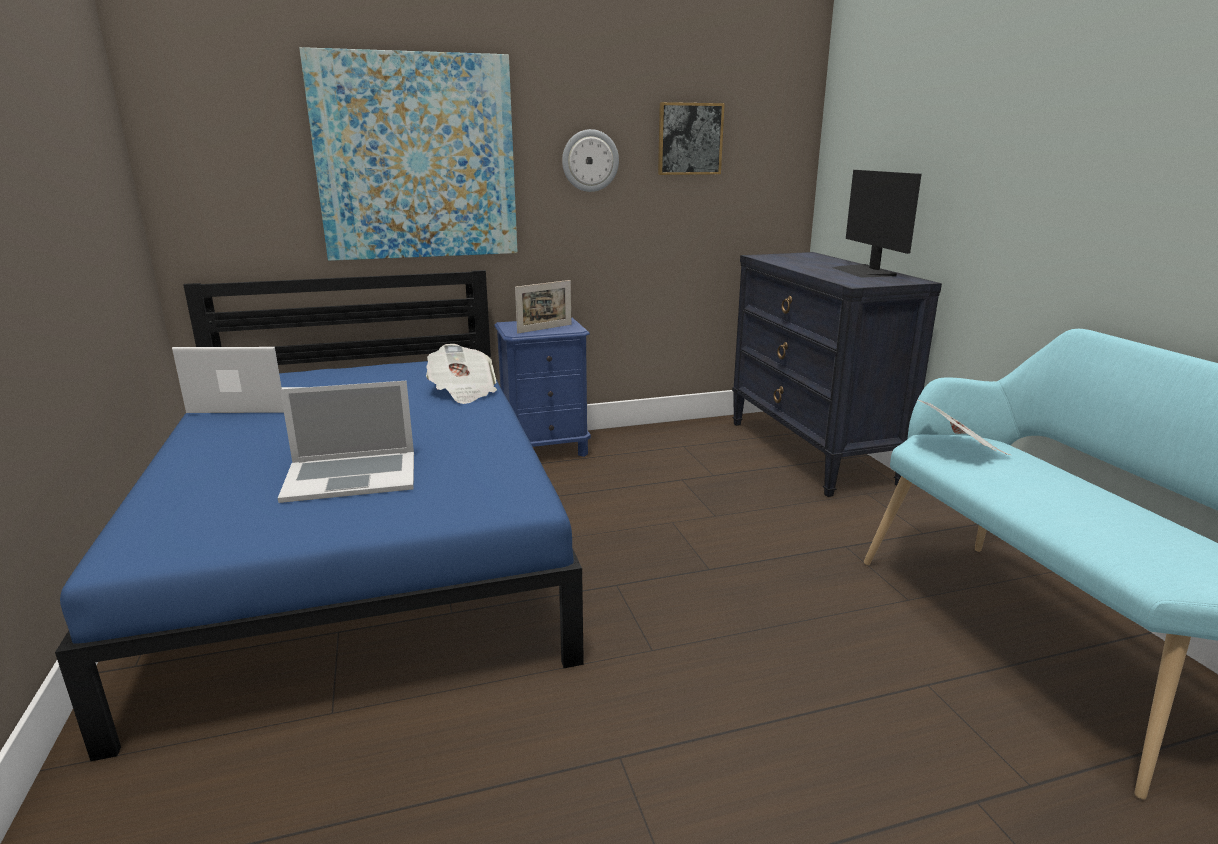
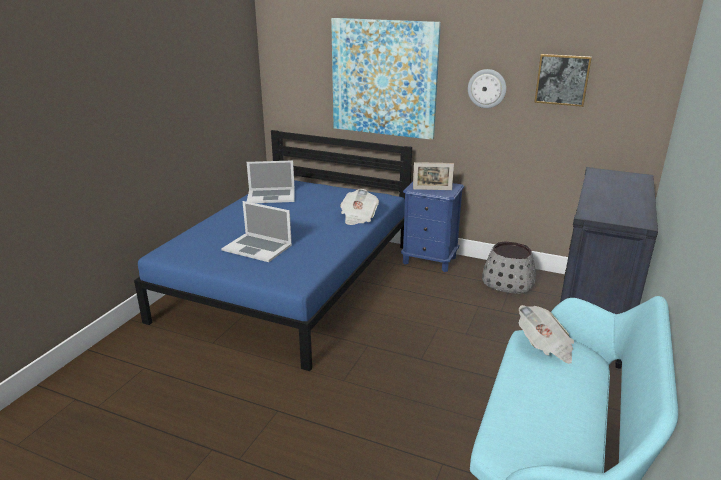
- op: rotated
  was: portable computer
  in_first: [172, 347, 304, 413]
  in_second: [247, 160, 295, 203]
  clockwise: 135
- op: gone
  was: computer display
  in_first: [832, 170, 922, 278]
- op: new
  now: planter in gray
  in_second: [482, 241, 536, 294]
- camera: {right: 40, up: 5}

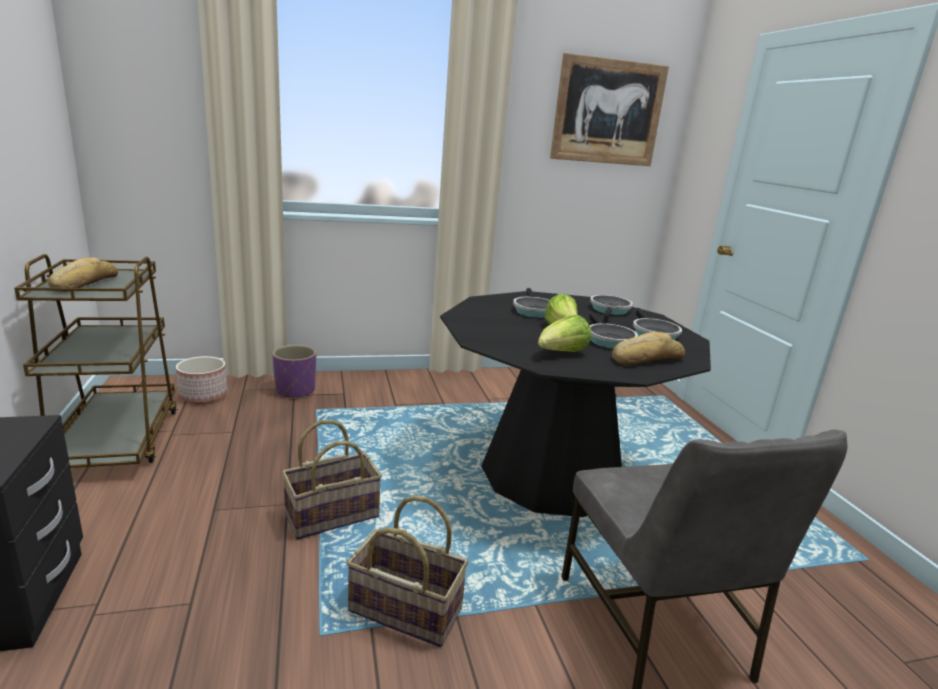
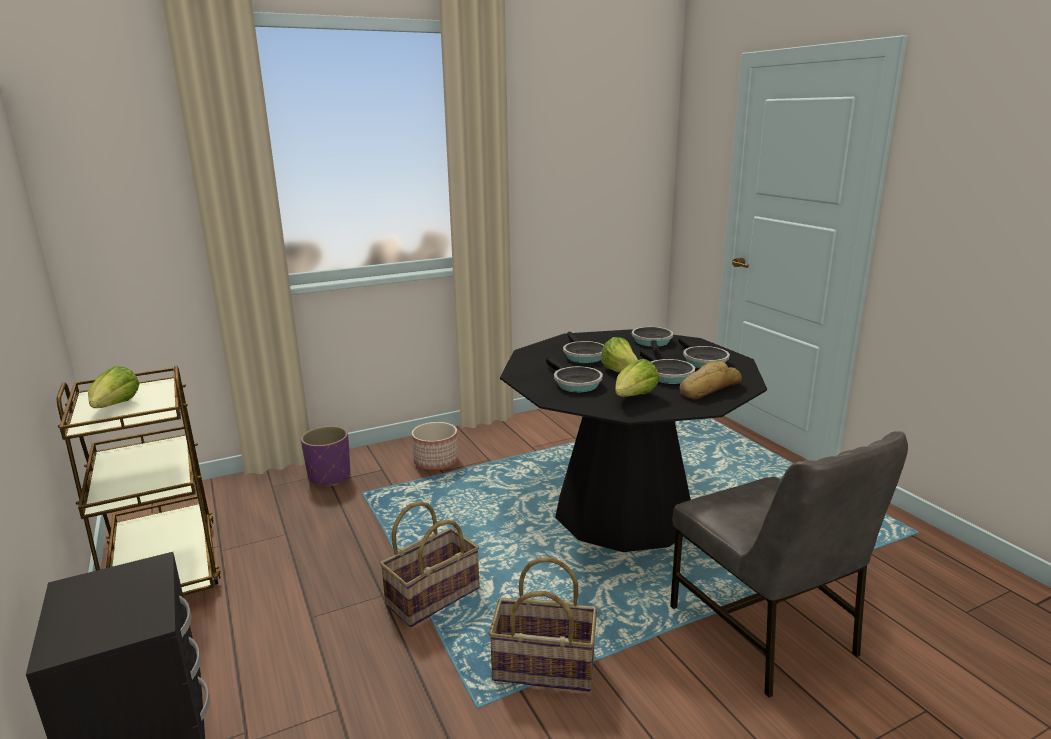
- op: swapped
  was: bread
  now: lettuce
  in_first: [48, 257, 118, 292]
  in_second: [88, 366, 140, 408]
- op: shifted
  was: planter
  in_first: [176, 356, 227, 404]
  in_second: [412, 422, 458, 471]
- op: gone
  was: wall art
  in_first: [550, 53, 669, 166]
- op: new
  now: frying pan
  in_second: [546, 357, 603, 392]
- camera: {right: -10, up: 0}

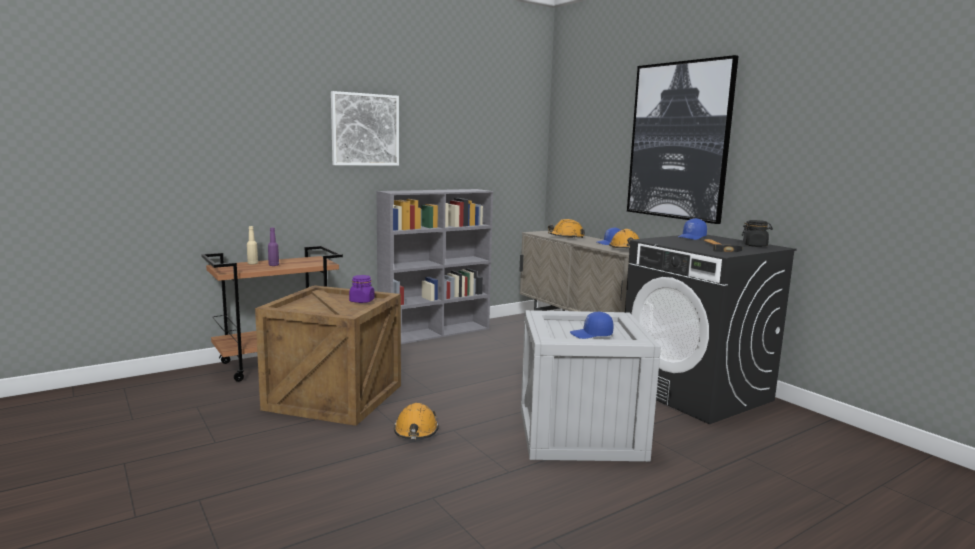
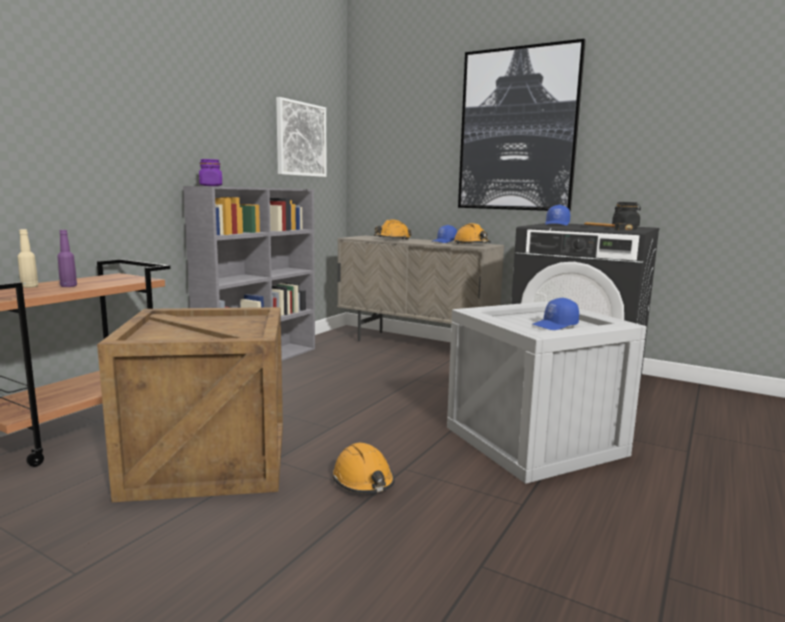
- op: shifted
  was: wall art
  in_first: [331, 91, 399, 166]
  in_second: [276, 97, 326, 177]
- op: shifted
  was: jar in purplish
  in_first: [349, 275, 375, 303]
  in_second: [199, 159, 222, 186]
- camera: {right: -25, up: 0}

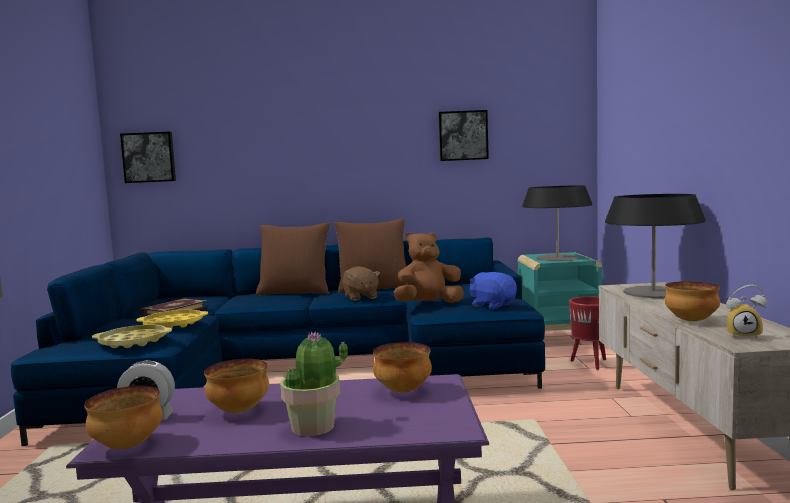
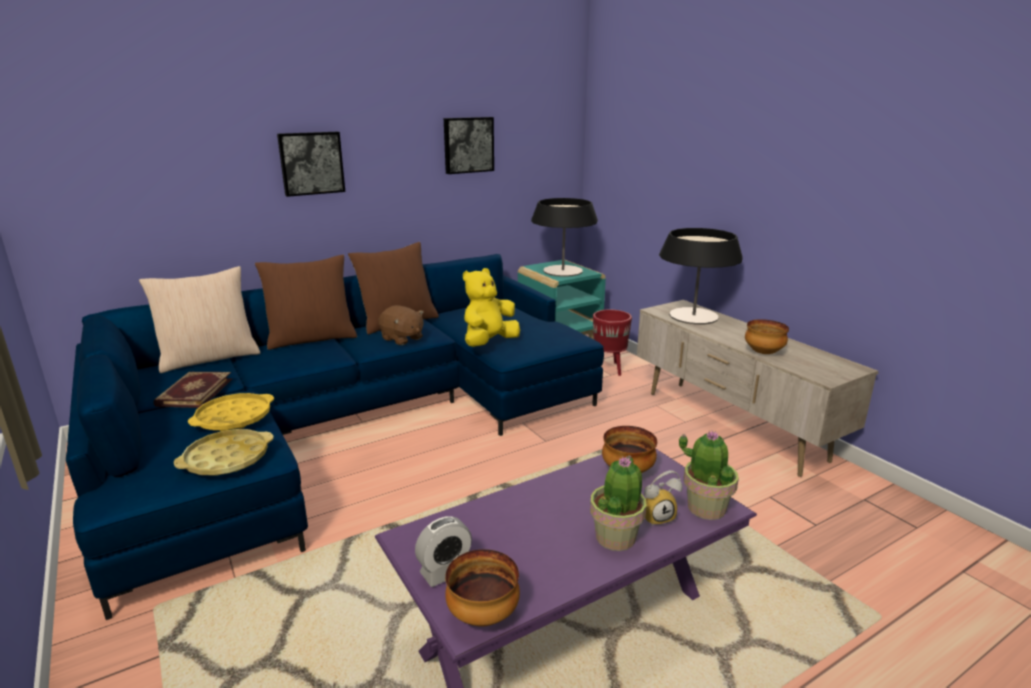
- op: shifted
  was: wall art
  in_first: [120, 132, 176, 183]
  in_second: [277, 132, 345, 197]
- op: gone
  was: deep dish
  in_first: [204, 359, 269, 413]
- op: repainted
  was: soft toy in brown
  now: soft toy in yellow-coloured
  in_first: [394, 232, 464, 303]
  in_second: [463, 268, 520, 347]
- op: gone
  was: soft toy in bluish
  in_first: [469, 272, 517, 309]
- op: shifted
  was: table clock
  in_first: [726, 285, 767, 339]
  in_second: [644, 470, 683, 527]
- op: new
  now: cushion in beige
  in_second: [139, 266, 260, 373]
- op: new
  now: houseplant
  in_second: [679, 431, 739, 520]
- camera: {right: -30, up: 15}

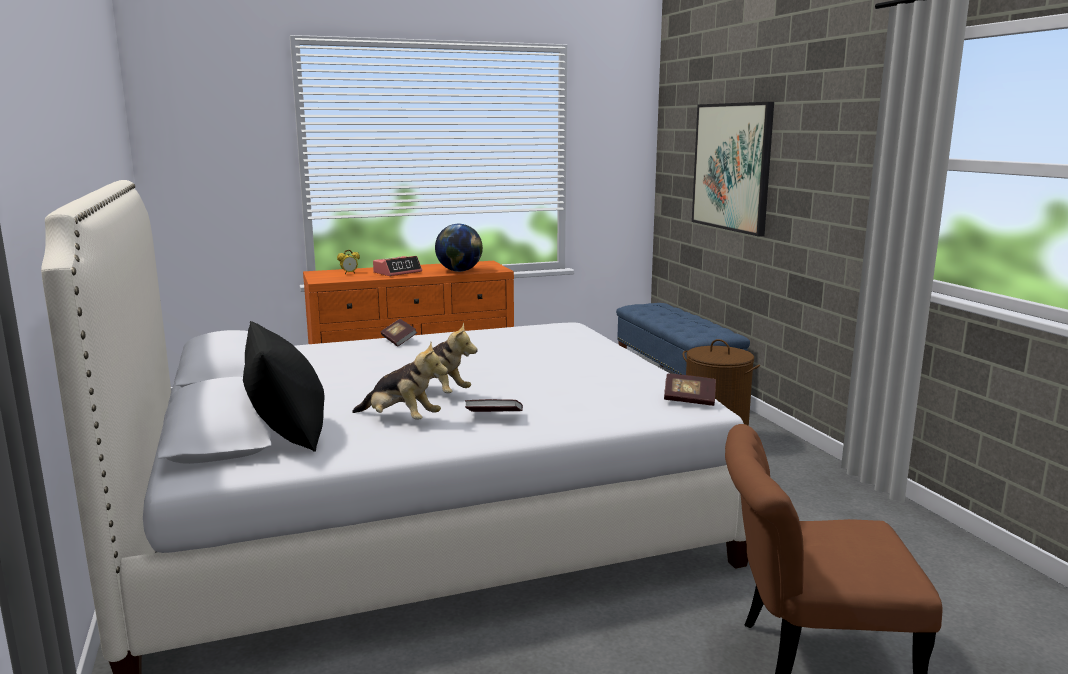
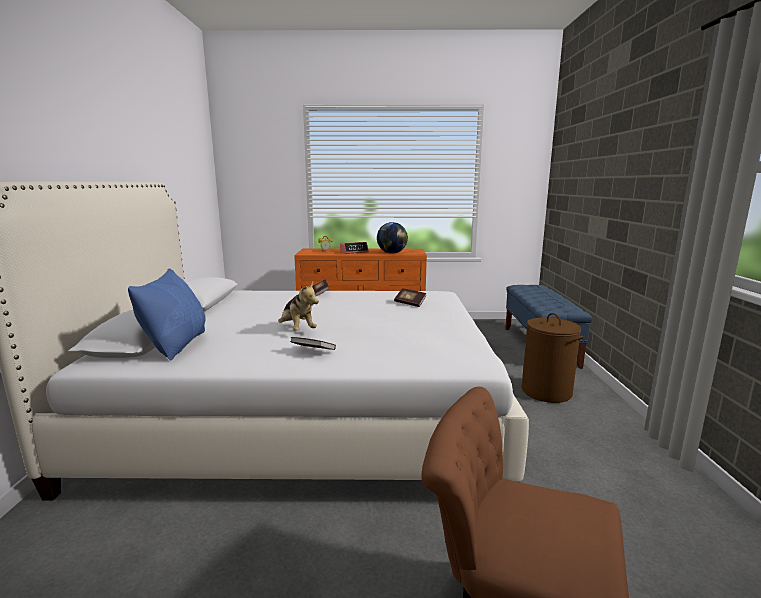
- op: repainted
  was: cushion in black
  now: cushion in bluish
  in_first: [243, 321, 325, 452]
  in_second: [128, 268, 206, 360]
- op: gone
  was: soft toy
  in_first: [352, 342, 448, 420]
- op: shifted
  was: volume
  in_first: [664, 373, 716, 406]
  in_second: [394, 288, 426, 307]
- op: gone
  was: wall art
  in_first: [692, 102, 774, 236]
- camera: {right: 20, up: 0}

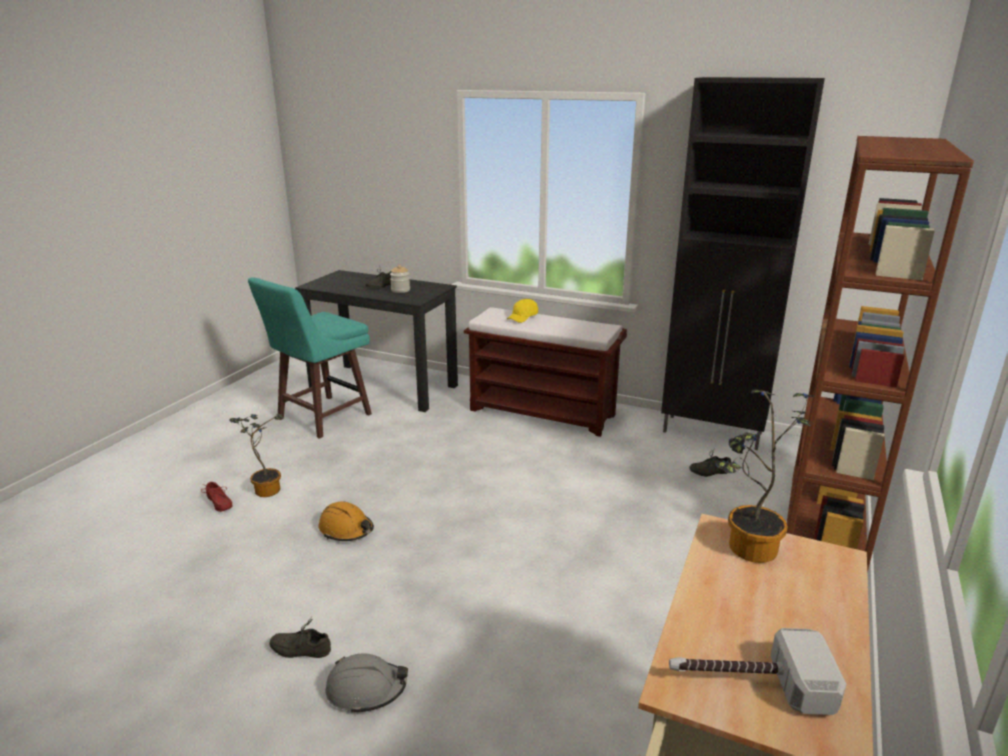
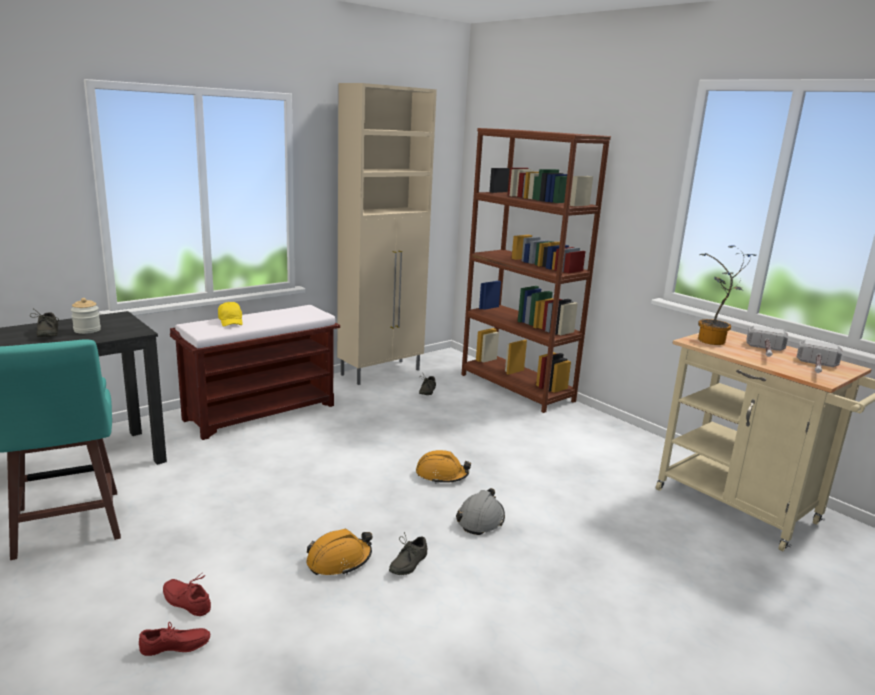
- op: swapped
  was: houseplant
  now: low shoe in reddish
  in_first: [229, 414, 283, 497]
  in_second: [163, 573, 211, 616]
- op: shifted
  was: low shoe in gray
  in_first: [270, 617, 331, 658]
  in_second: [389, 532, 427, 575]
- op: shifted
  was: work helmet in gray
  in_first: [326, 653, 408, 714]
  in_second: [456, 488, 505, 535]
- op: repainted
  was: storage cabinet in black
  now: storage cabinet in beige
  in_first: [661, 77, 825, 450]
  in_second: [337, 83, 437, 385]
- op: new
  now: work helmet in orange-coloured
  in_second: [416, 450, 471, 484]
- op: new
  now: hammer
  in_second: [746, 325, 788, 357]
- camera: {right: -65, up: -5}

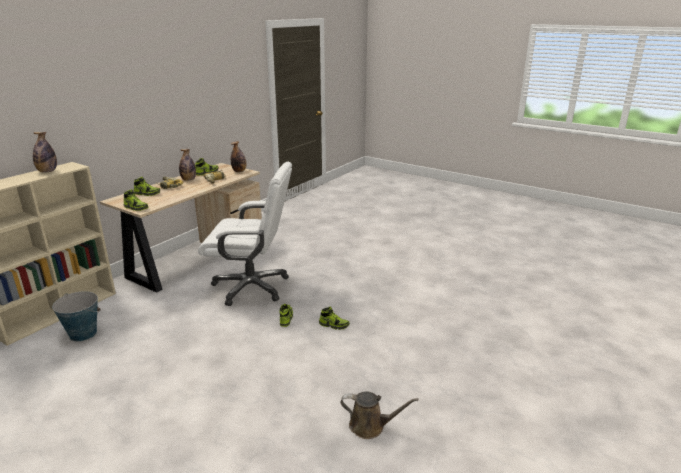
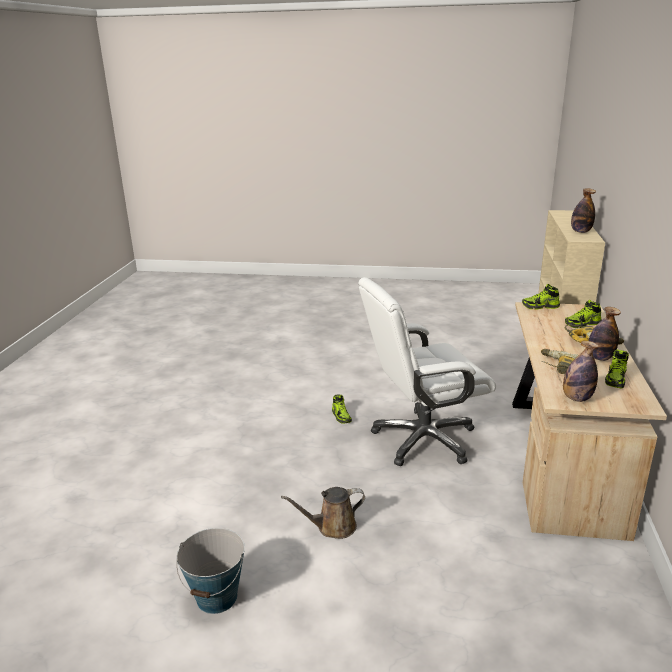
- op: shifted
  was: bucket
  in_first: [52, 291, 101, 342]
  in_second: [176, 528, 245, 614]
- op: gone
  was: low shoe
  in_first: [319, 307, 350, 330]
- op: shifted
  was: sprinkling can in brown
  in_first: [340, 391, 419, 439]
  in_second: [281, 487, 365, 539]
- camera: {right: 155, up: 0}

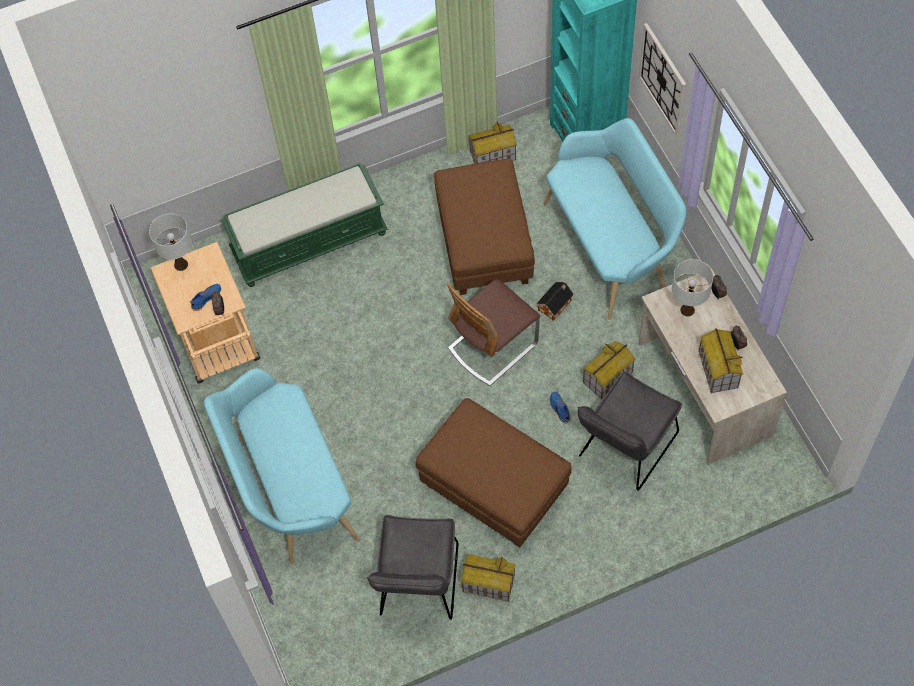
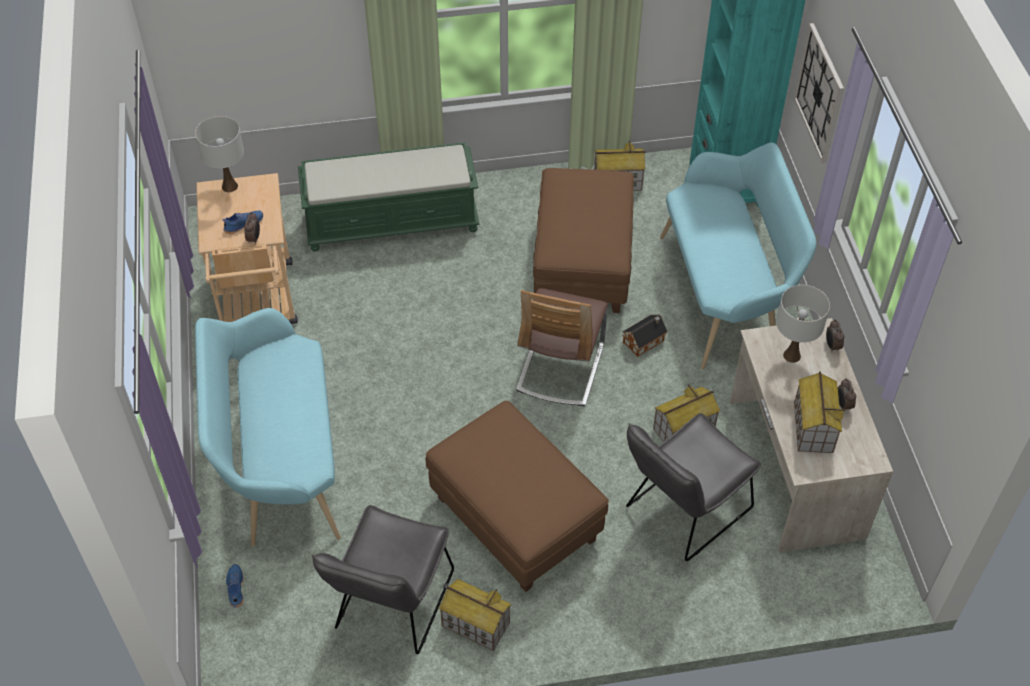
- op: rotated
  was: plain chair
  in_first: [447, 279, 540, 386]
  in_second: [516, 288, 608, 406]
  clockwise: -45
- op: shifted
  was: low shoe in bluish
  in_first: [550, 391, 571, 423]
  in_second: [226, 564, 244, 608]
- camera: {right: 10, up: -10}

